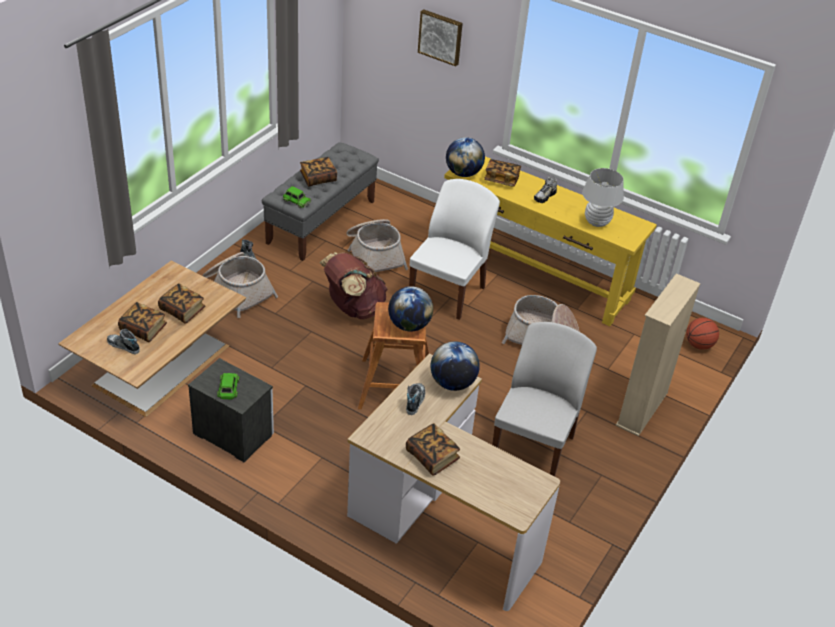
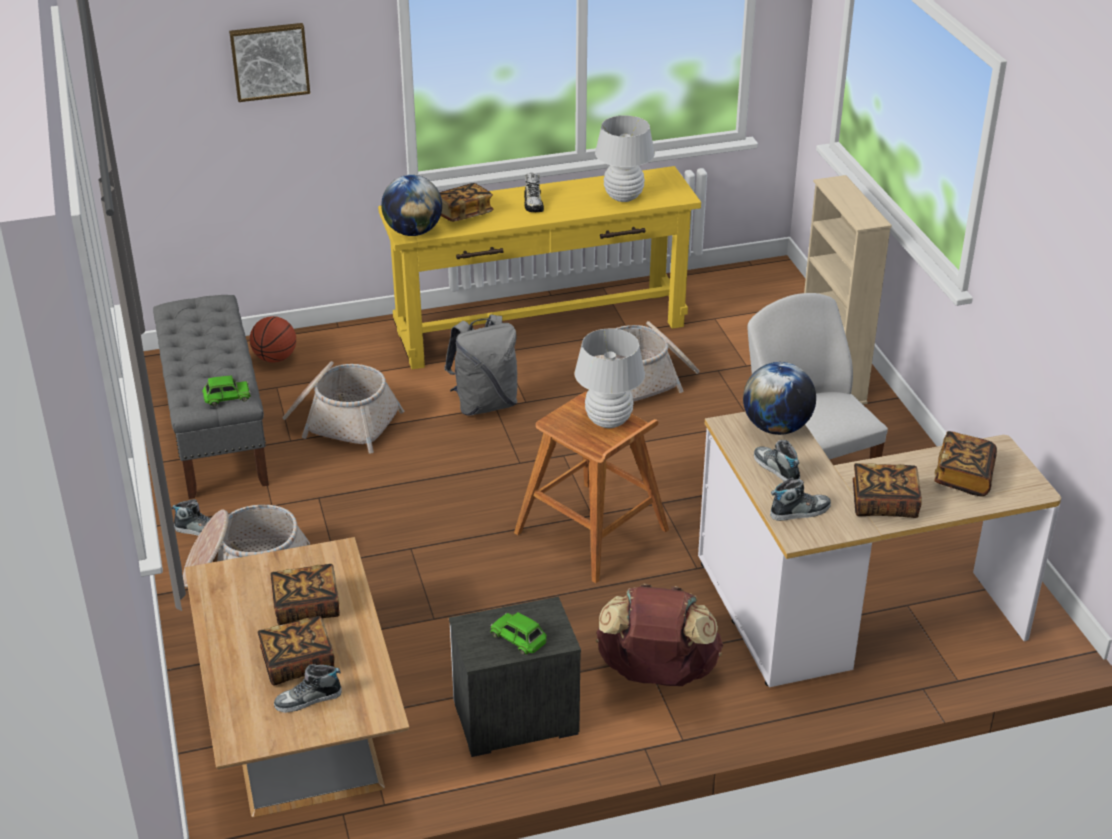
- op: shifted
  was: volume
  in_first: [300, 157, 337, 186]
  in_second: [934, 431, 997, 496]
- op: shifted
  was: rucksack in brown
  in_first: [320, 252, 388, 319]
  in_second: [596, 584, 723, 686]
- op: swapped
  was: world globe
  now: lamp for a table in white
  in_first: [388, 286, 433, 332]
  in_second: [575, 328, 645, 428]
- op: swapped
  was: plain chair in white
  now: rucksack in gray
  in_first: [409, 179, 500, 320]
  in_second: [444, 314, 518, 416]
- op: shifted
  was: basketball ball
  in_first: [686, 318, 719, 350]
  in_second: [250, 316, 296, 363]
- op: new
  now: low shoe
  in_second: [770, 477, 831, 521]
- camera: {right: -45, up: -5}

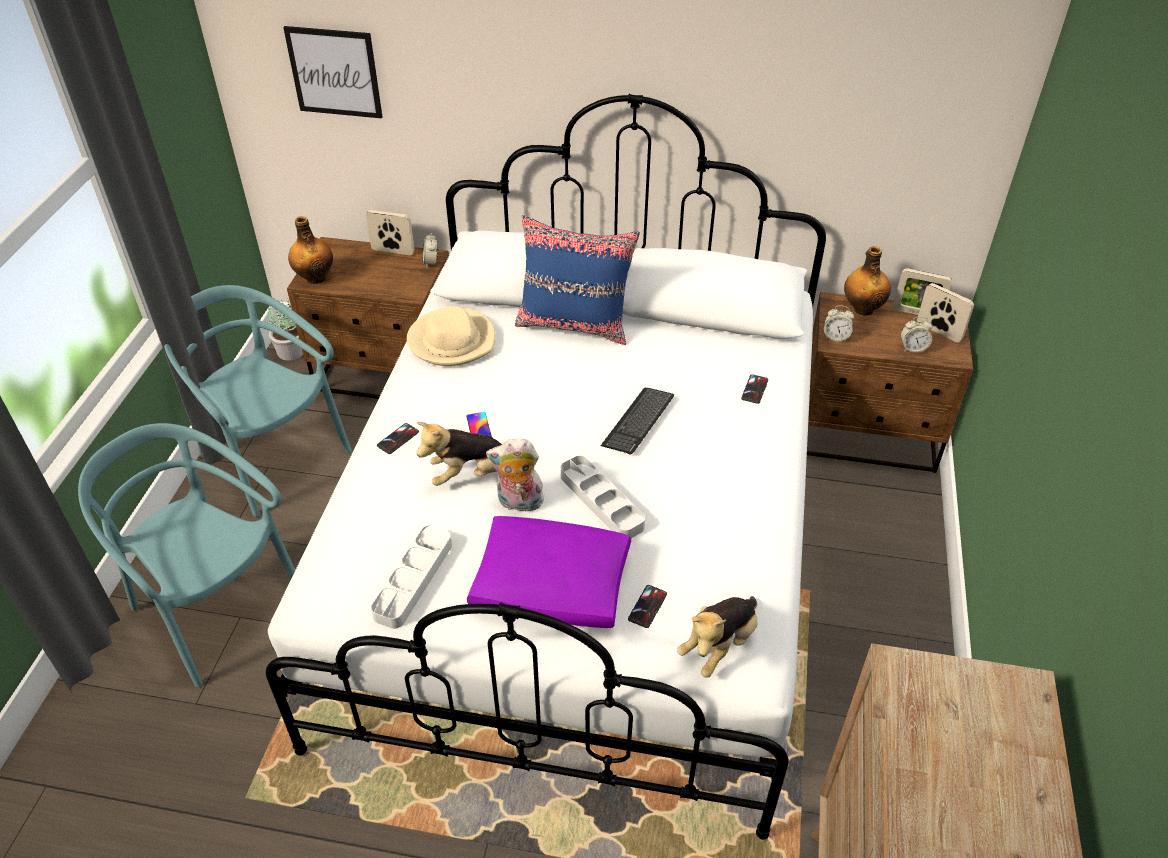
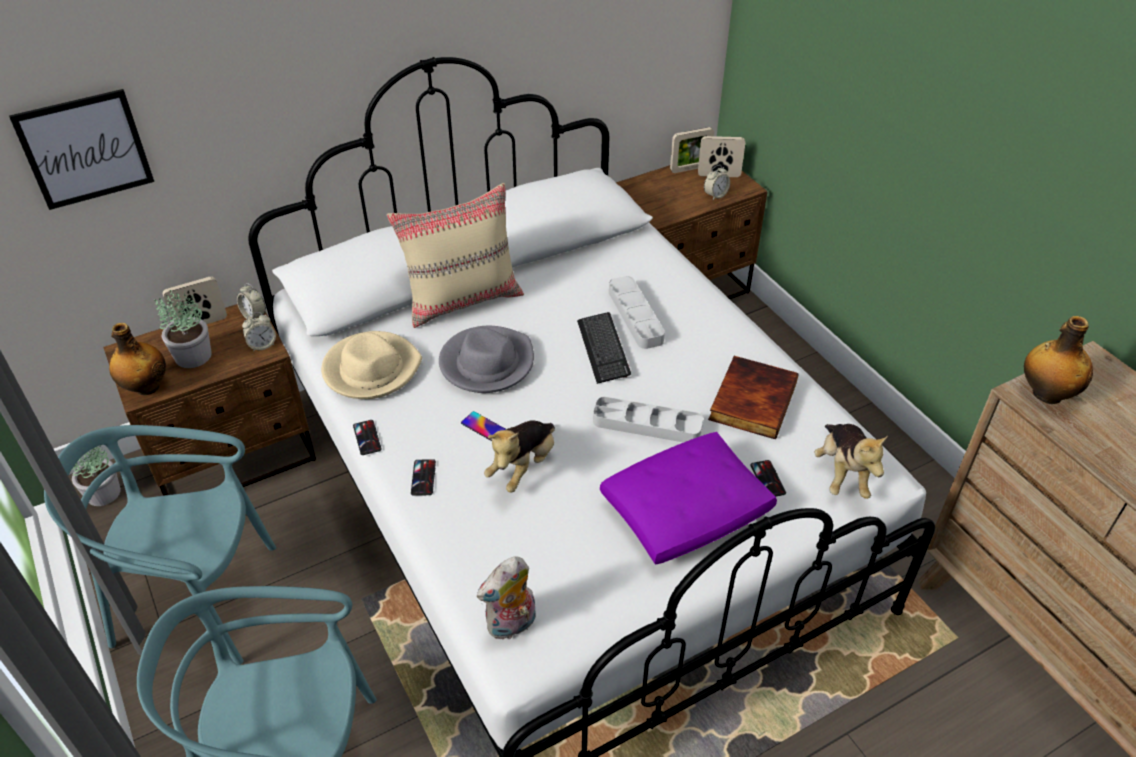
- op: shifted
  was: carrying tray in gray
  in_first: [371, 525, 452, 629]
  in_second: [609, 276, 665, 349]
- op: shifted
  was: soft toy
  in_first: [486, 439, 544, 515]
  in_second: [477, 556, 536, 641]
- op: repainted
  was: cushion in bluish
  now: cushion in beige
  in_first: [515, 215, 640, 345]
  in_second: [387, 183, 524, 328]
- op: shifted
  was: telephone
  in_first: [741, 374, 768, 404]
  in_second: [353, 420, 381, 455]
- op: shifted
  was: table clock
  in_first: [824, 306, 854, 342]
  in_second: [242, 312, 276, 352]
- op: shifted
  was: beverage bottle
  in_first: [844, 246, 891, 316]
  in_second: [1024, 316, 1093, 404]
- op: new
  now: houseplant
  in_second: [154, 290, 212, 368]
- op: new
  now: wearable hat in gray
  in_second: [439, 326, 534, 393]
- op: new
  now: volume
  in_second: [708, 356, 799, 440]
- camera: {right: -40, up: 0}

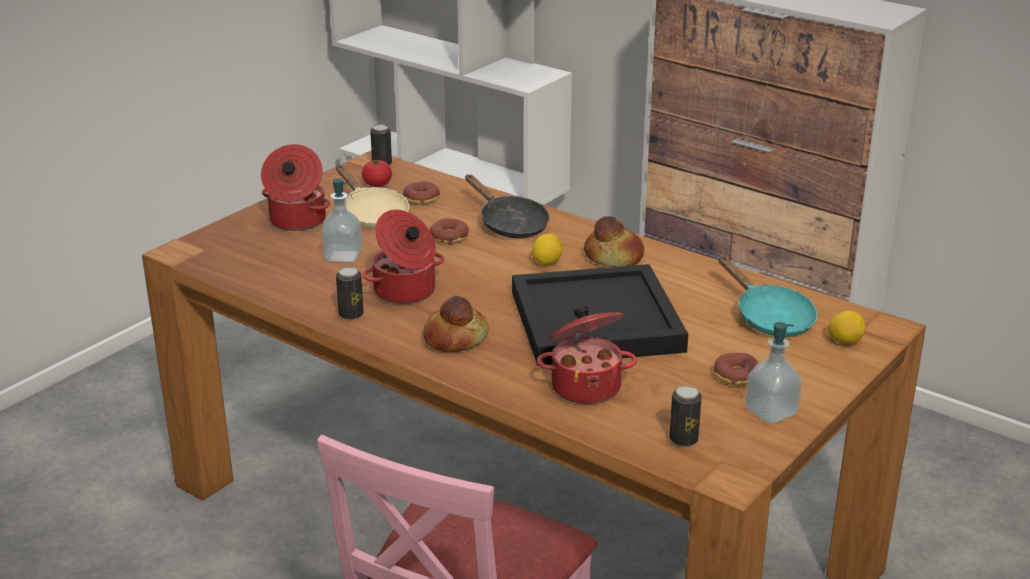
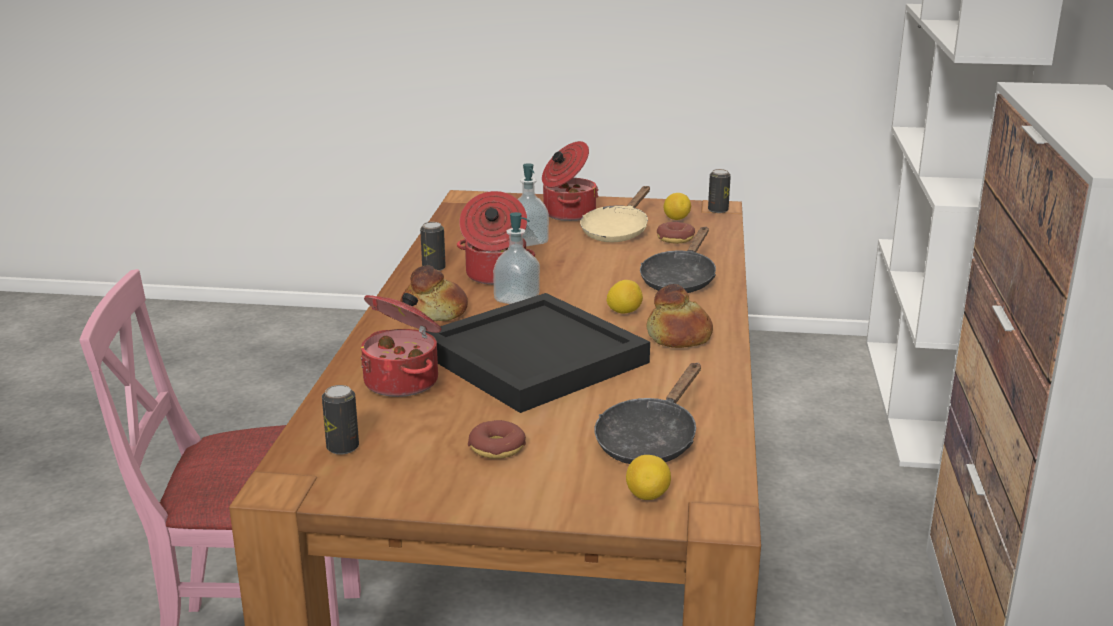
- op: swapped
  was: whole tomato
  now: citrus fruit
  in_first: [362, 160, 392, 187]
  in_second: [664, 193, 691, 220]
- op: gone
  was: ring doughnut
  in_first: [430, 218, 469, 245]
- op: repainted
  was: frying pan in turquoise
  now: frying pan in black
  in_first: [718, 256, 817, 337]
  in_second: [594, 363, 701, 464]
- op: shifted
  was: liquid soap bottle
  in_first: [745, 322, 802, 424]
  in_second: [493, 212, 540, 304]
- camera: {right: 60, up: -5}

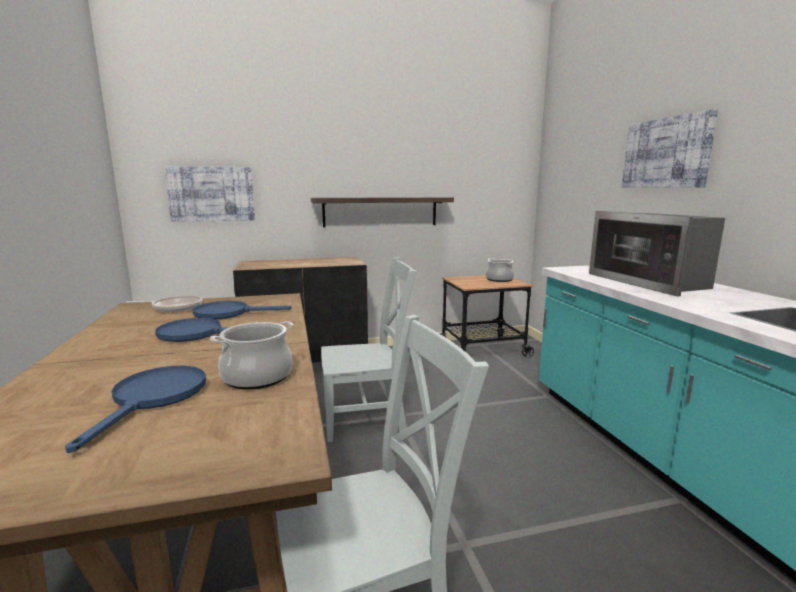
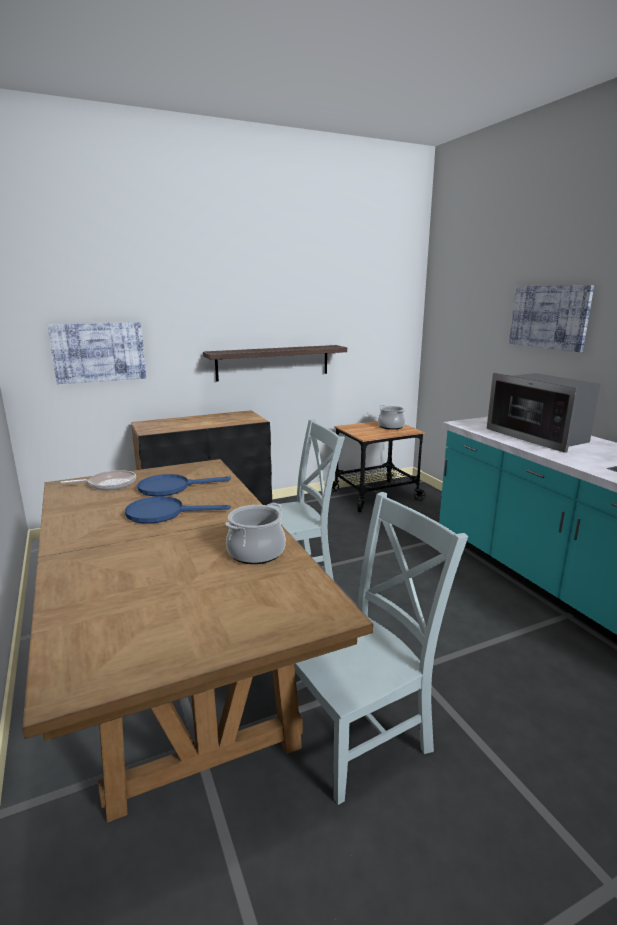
- op: gone
  was: frying pan in bluish
  in_first: [65, 366, 206, 453]
- camera: {right: -10, up: 5}

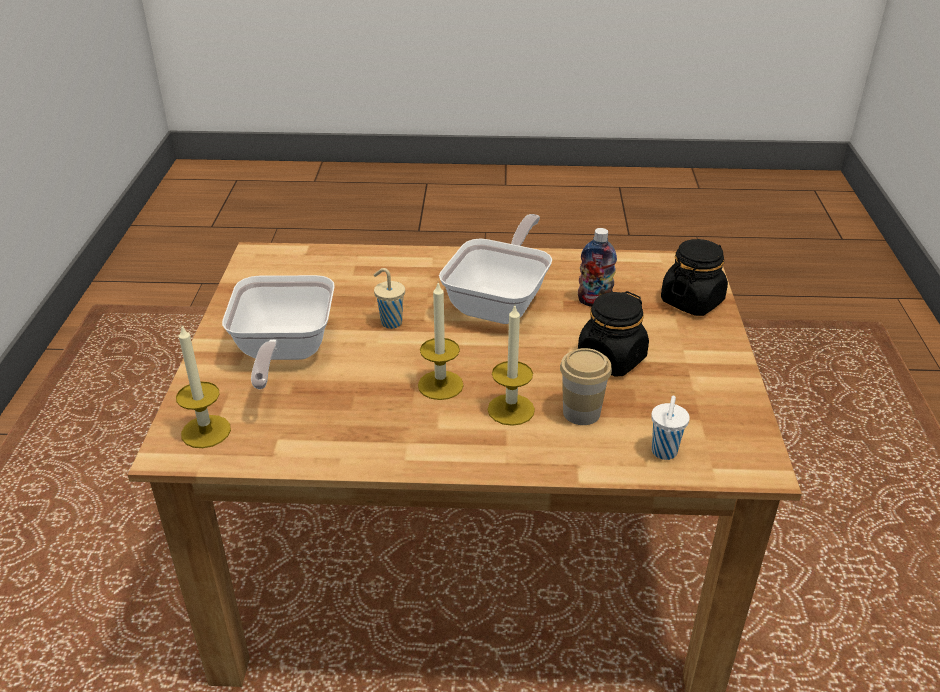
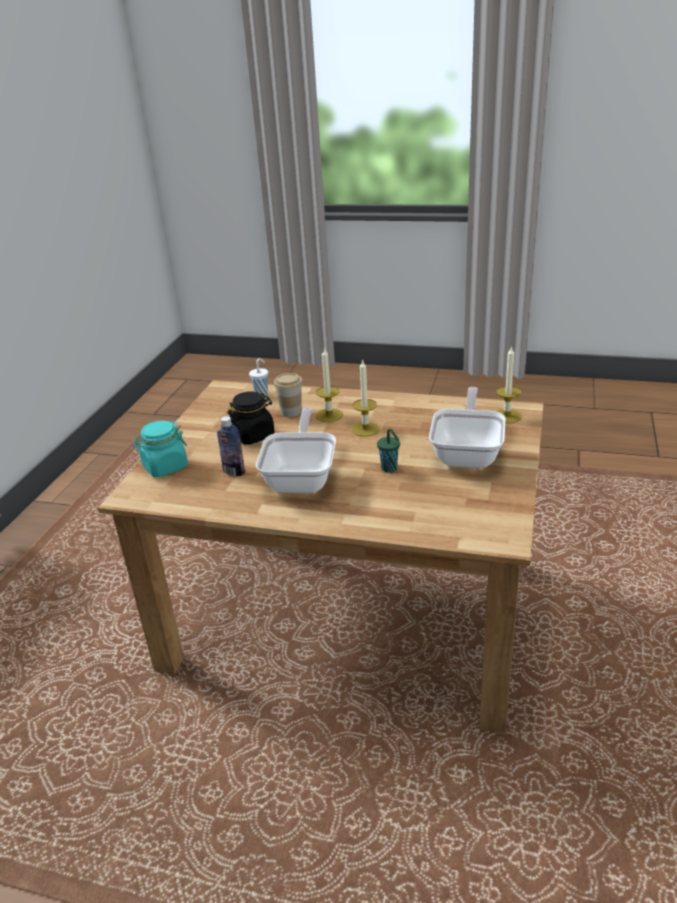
- op: repainted
  was: drinking cup in beige
  now: drinking cup in green-coloured
  in_first: [374, 268, 405, 329]
  in_second: [377, 429, 400, 472]
- op: rotated
  was: frying pan
  in_first: [439, 214, 552, 324]
  in_second: [256, 408, 336, 493]
  clockwise: 150
- op: repainted
  was: jar in black
  now: jar in turquoise
  in_first: [661, 239, 728, 316]
  in_second: [133, 421, 188, 477]
- camera: {right: -165, up: -5}

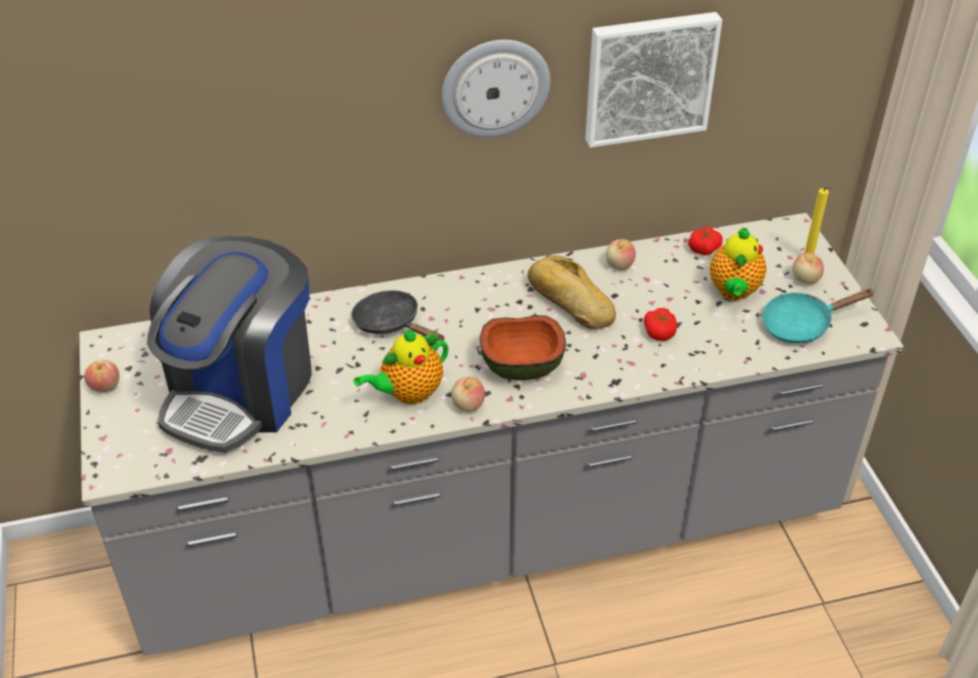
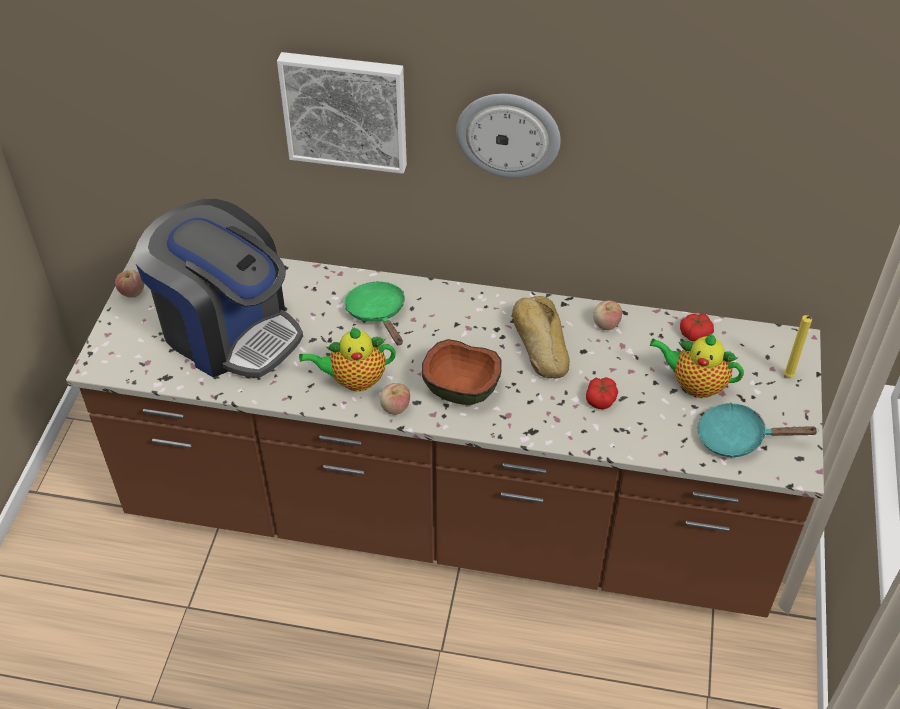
- op: repainted
  was: kitchen base unit in gray
  now: kitchen base unit in brown
  in_first: [79, 213, 903, 656]
  in_second: [66, 250, 824, 618]
- op: rotated
  was: coffee maker
  in_first: [147, 236, 312, 453]
  in_second: [133, 199, 303, 378]
  clockwise: -105
- op: repainted
  was: frying pan in black
  now: frying pan in green-coloured
  in_first: [351, 290, 445, 341]
  in_second: [345, 282, 405, 345]
- op: shifted
  was: wall art
  in_first: [585, 12, 722, 148]
  in_second: [277, 52, 407, 174]
- op: rotated
  was: teapot
  in_first: [710, 227, 766, 300]
  in_second: [649, 333, 744, 398]
  clockwise: 75
- op: gone
  was: apple fruit
  in_first: [792, 253, 824, 284]
- camera: {right: 25, up: 5}

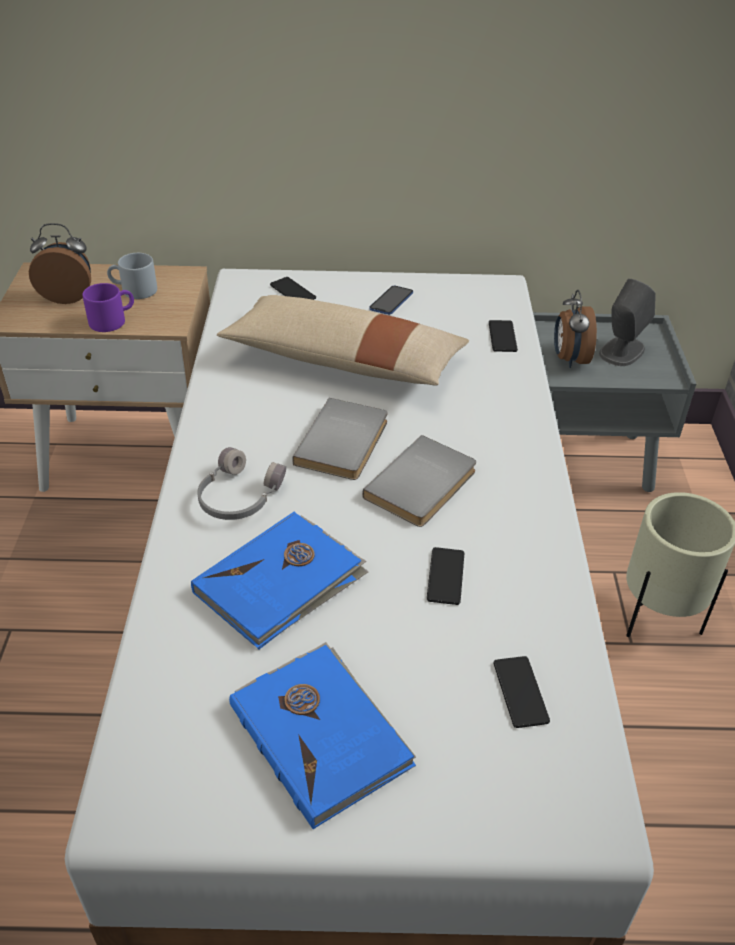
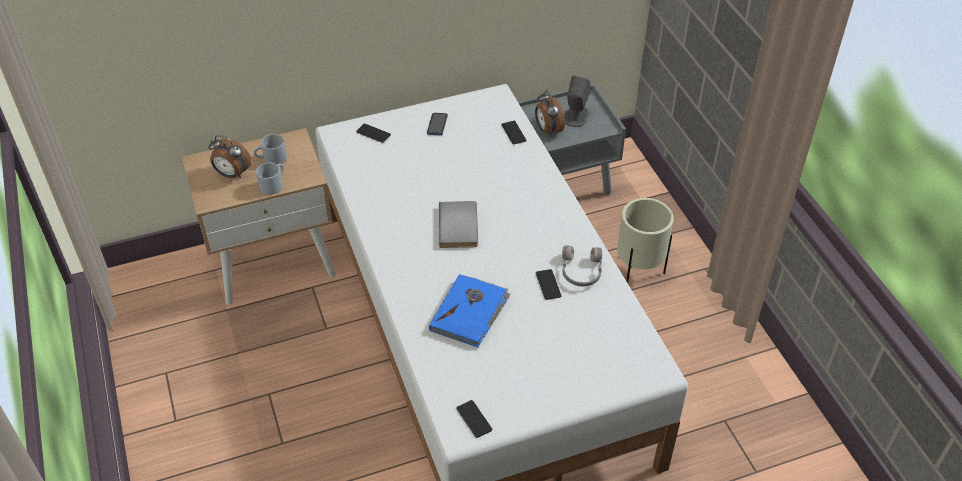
- op: rotated
  was: table clock
  in_first: [29, 223, 91, 304]
  in_second: [208, 135, 251, 178]
  clockwise: -135
- op: repainted
  was: tea mug in purplish
  now: tea mug in gray
  in_first: [82, 283, 134, 332]
  in_second: [256, 163, 284, 195]
- op: shifted
  was: pair of headphones in gray
  in_first: [197, 447, 286, 520]
  in_second: [562, 245, 602, 286]
- op: gone
  was: cushion in beige
  in_first: [217, 295, 469, 386]
- op: gone
  was: volume in bluish
  in_first: [229, 642, 416, 829]
- op: gone
  was: volume in gray
  in_first: [362, 435, 476, 527]
- op: shifted
  was: telephone
  in_first: [493, 656, 550, 728]
  in_second: [456, 400, 492, 438]
- camera: {right: -20, up: 5}

